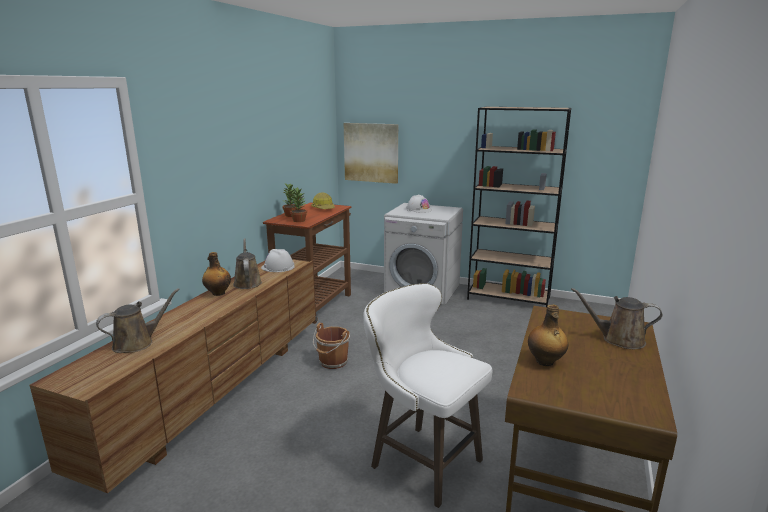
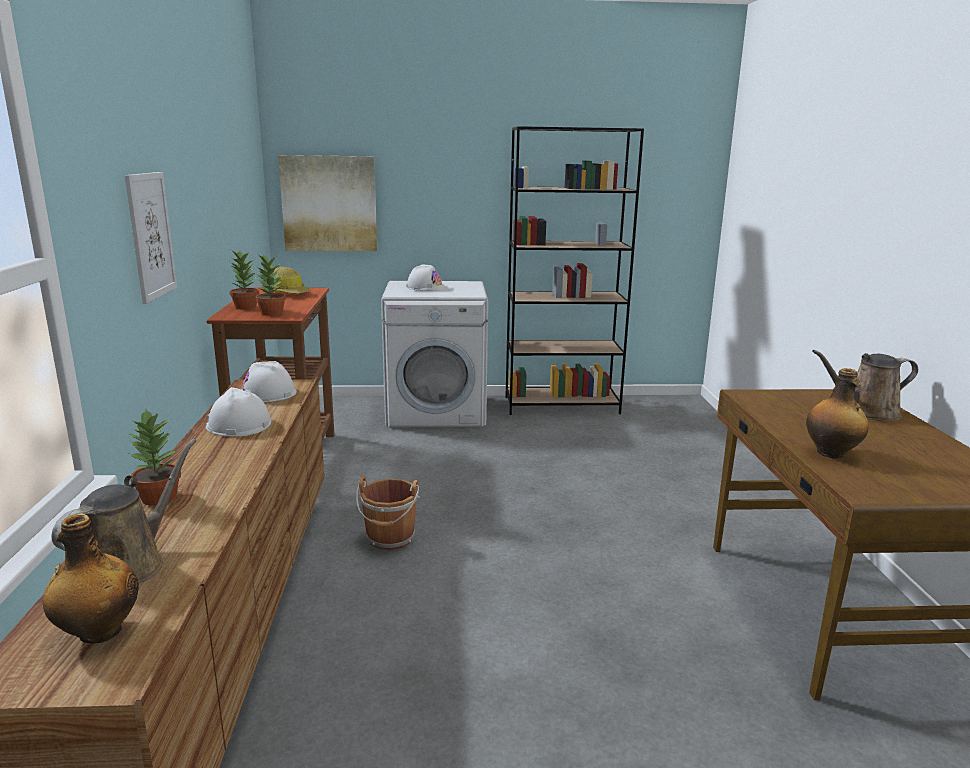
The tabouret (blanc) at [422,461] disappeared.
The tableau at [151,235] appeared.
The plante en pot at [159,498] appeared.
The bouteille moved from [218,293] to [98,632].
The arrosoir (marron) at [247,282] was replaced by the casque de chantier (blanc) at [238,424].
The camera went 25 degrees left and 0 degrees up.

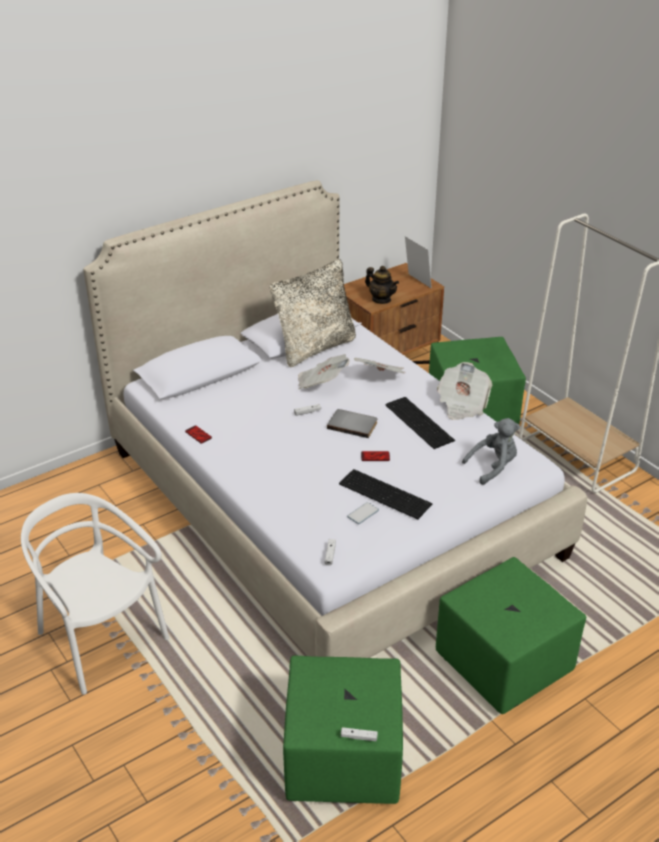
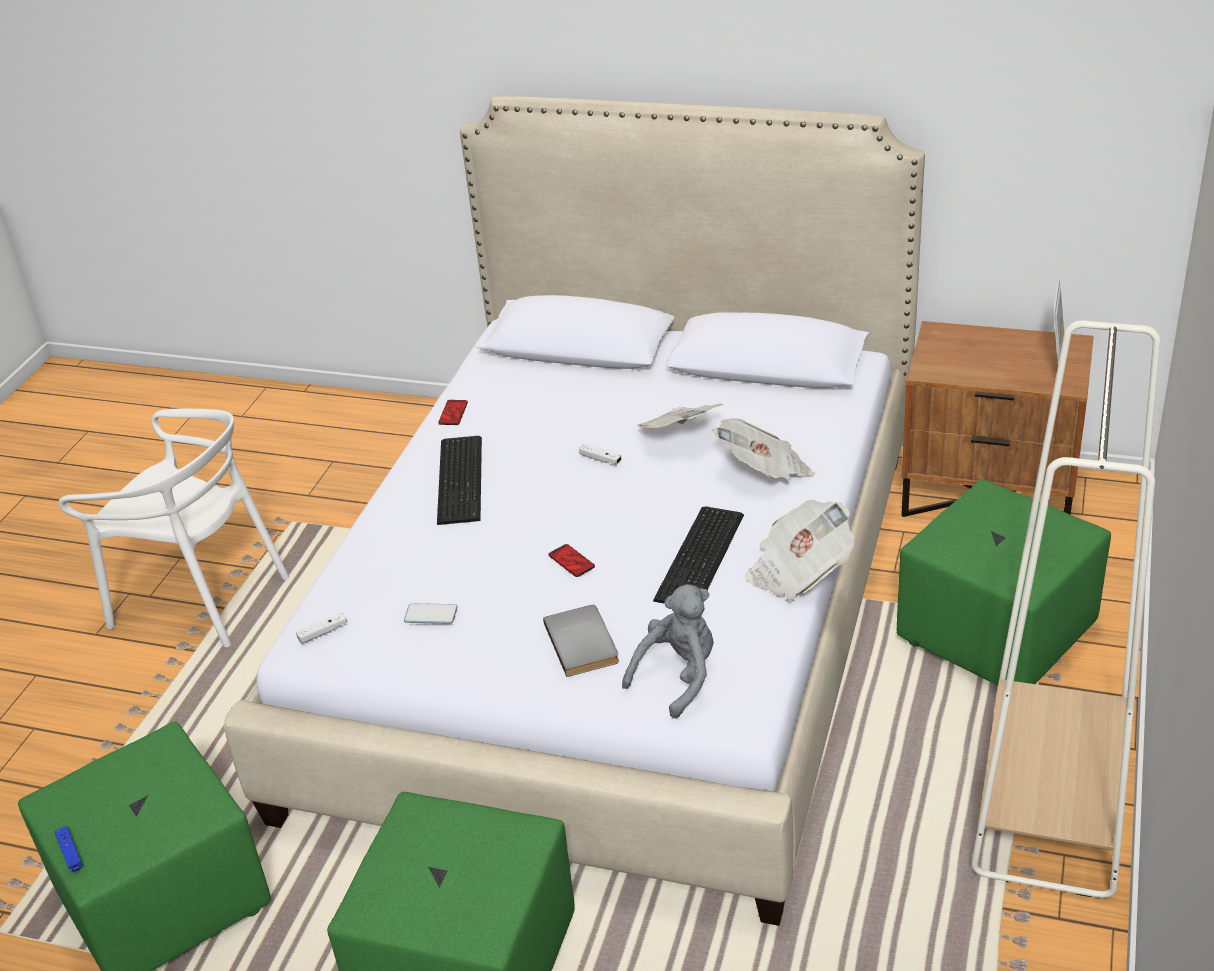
The coussin (beige) at [316,349] disappeared.
The théière at [381,299] disappeared.
The livre (gris) moved from [353,424] to [584,642].
The clavier moved from [385,492] to [462,478].
The manette (blanc) at [359,737] became the manette (bleu) at [70,853].
The chaise (blanc) at [100,640] turned 105 degrees clockwise.
The peluche (gris) at [493,467] turned 75 degrees counterclockwise.
The camera went 55 degrees right and 0 degrees up.

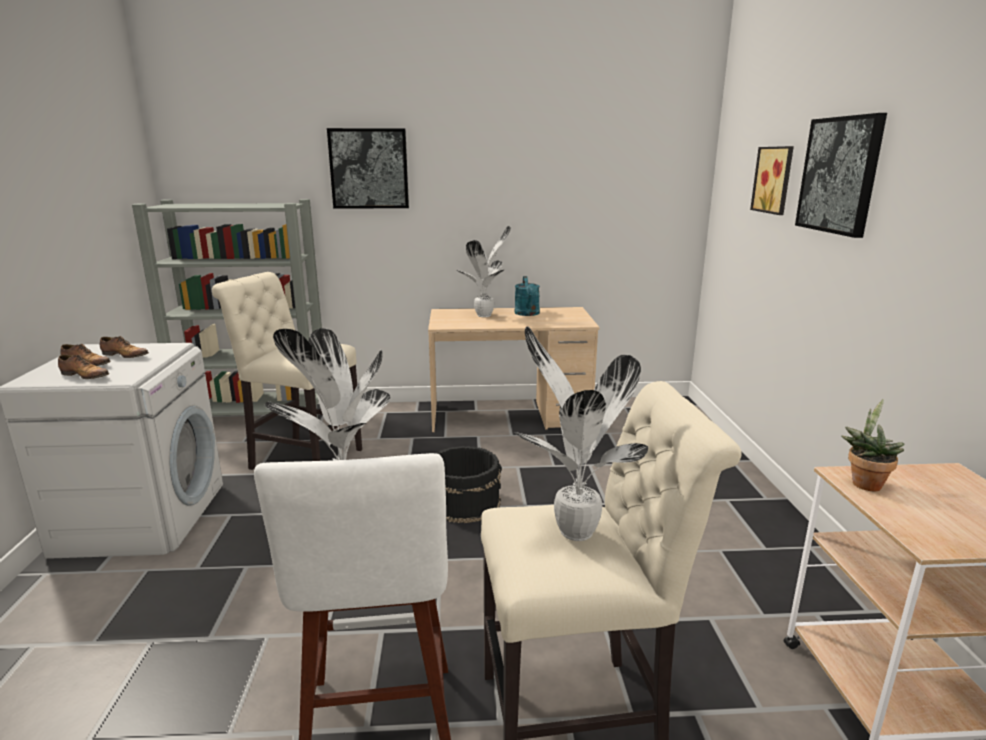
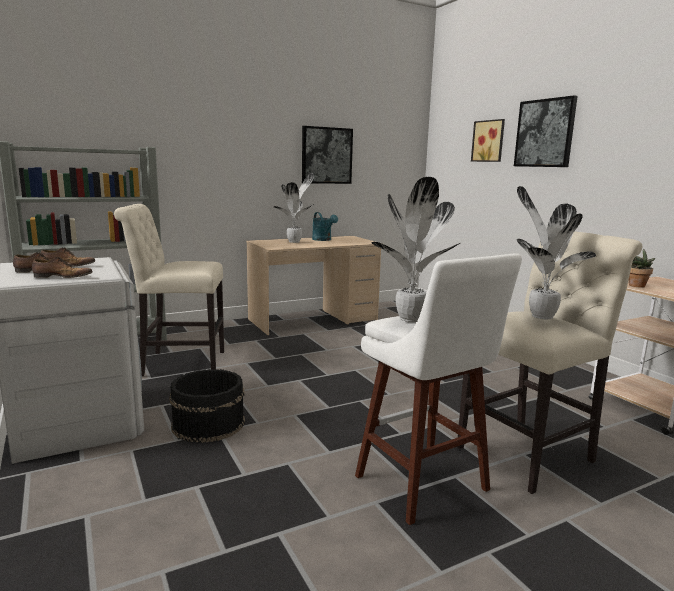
The tableau moved from [369,169] to [326,155].
The seau (noir) moved from [463,502] to [208,423].
The camera went 25 degrees left and 5 degrees down.

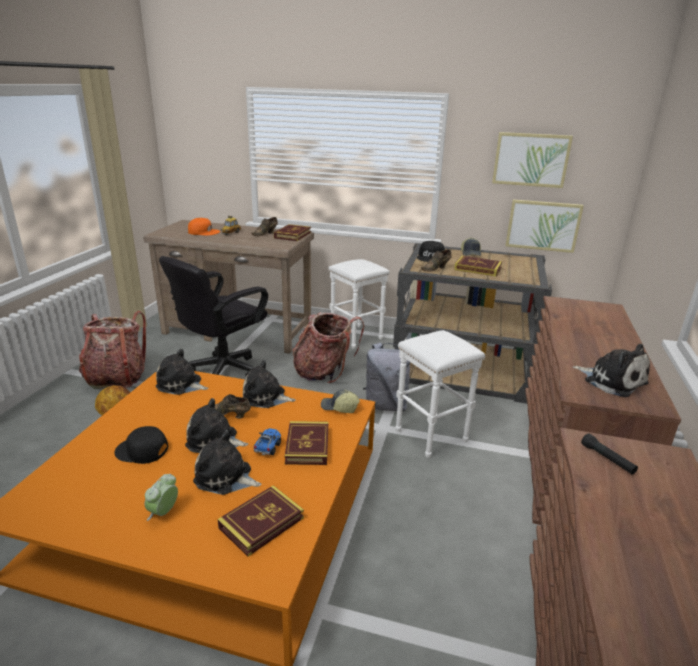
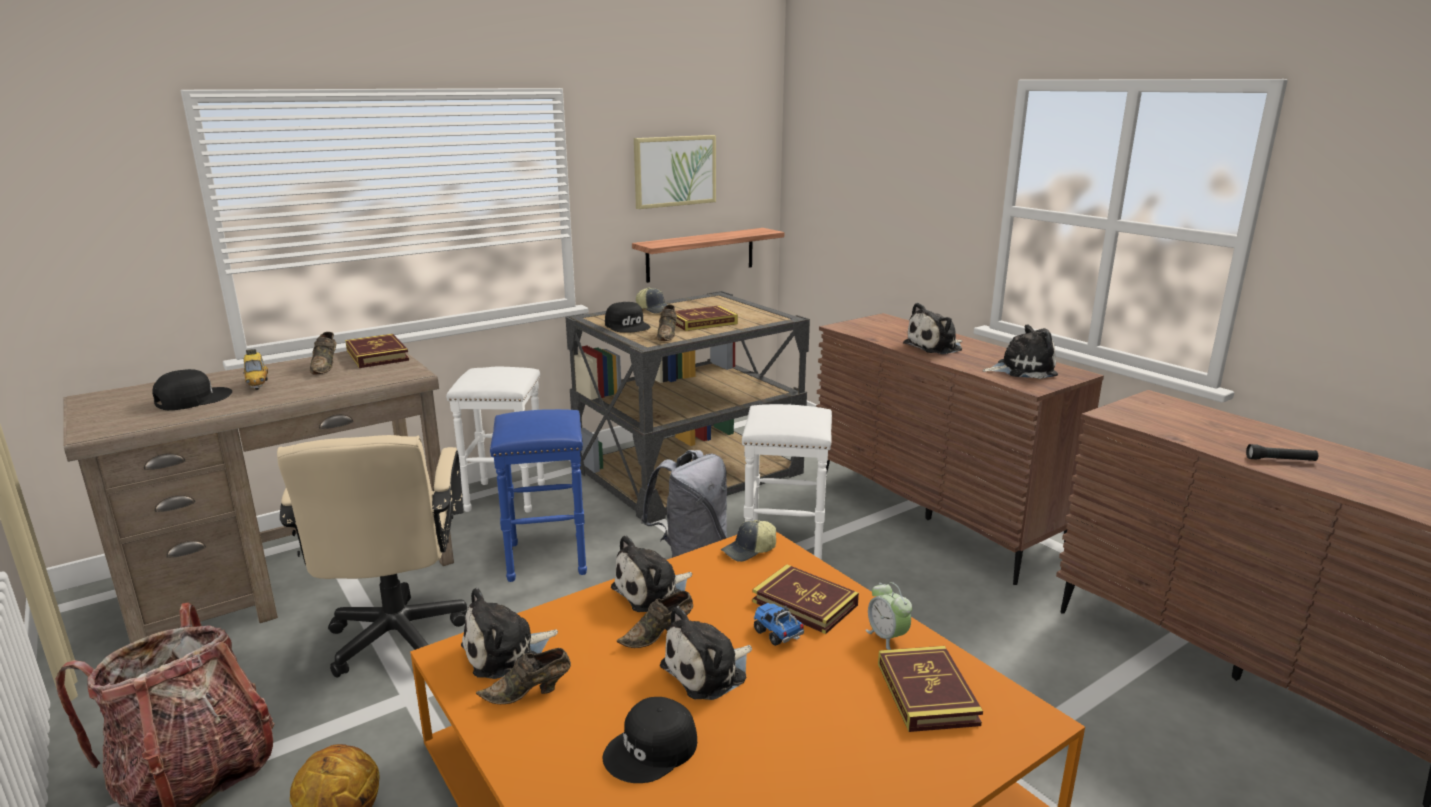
The chaussure (marron) at [529,693] appeared.
The réveil moved from [164,512] to [887,637].
The peluche moved from [226,477] to [936,347].
The lampe de poche (noir) moved from [607,459] to [1280,460].
The sac à dos at [324,372] was replaced by the tabouret (bleu) at [549,557].
The tableau at [543,225] was replaced by the étagère at [700,254].
The chaise de bureau (noir) at [222,372] became the chaise de bureau (beige) at [397,644].
The casquette (orange) at [204,232] became the casquette (noir) at [192,399].
The camera went 50 degrees left and 5 degrees down.

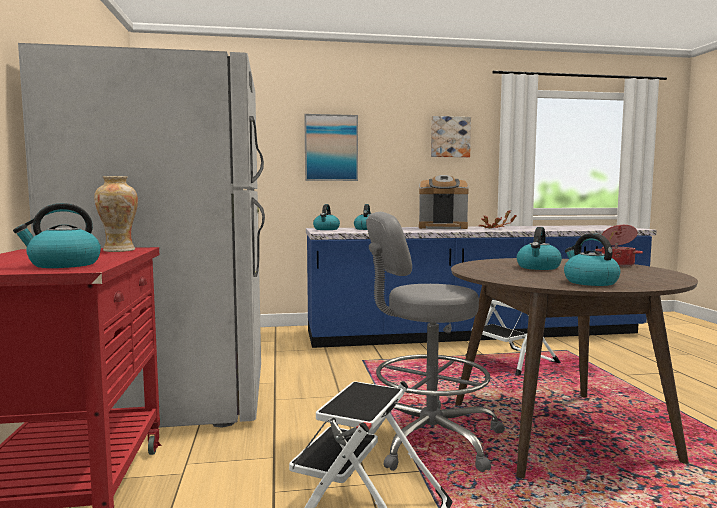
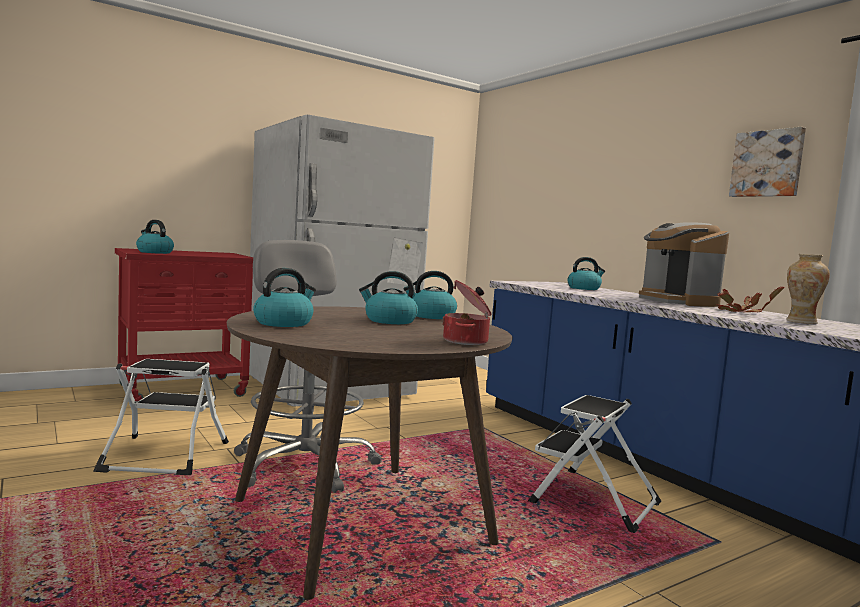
The tableau at [331,148] disappeared.
The vase moved from [119,250] to [801,322].
The bouilloire moved from [326,229] to [431,316].
The camera went 65 degrees right and 0 degrees up.

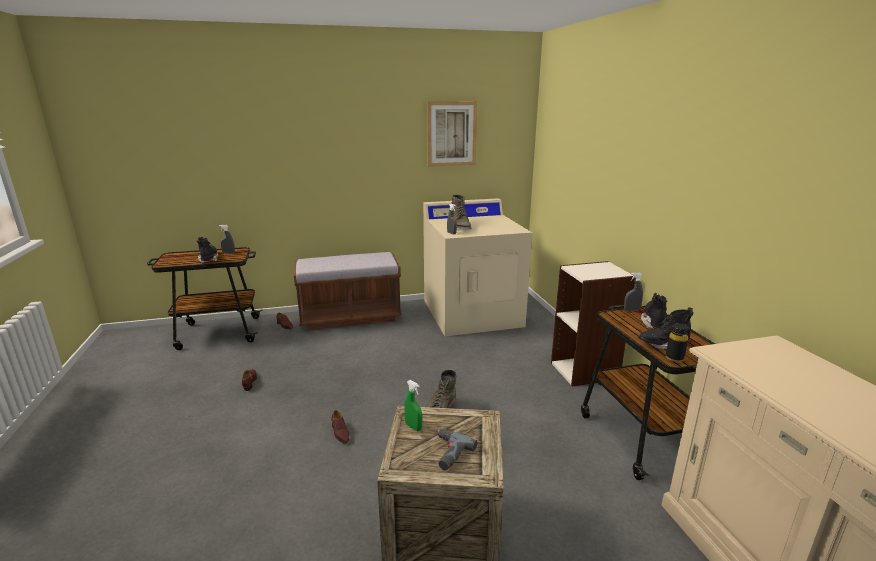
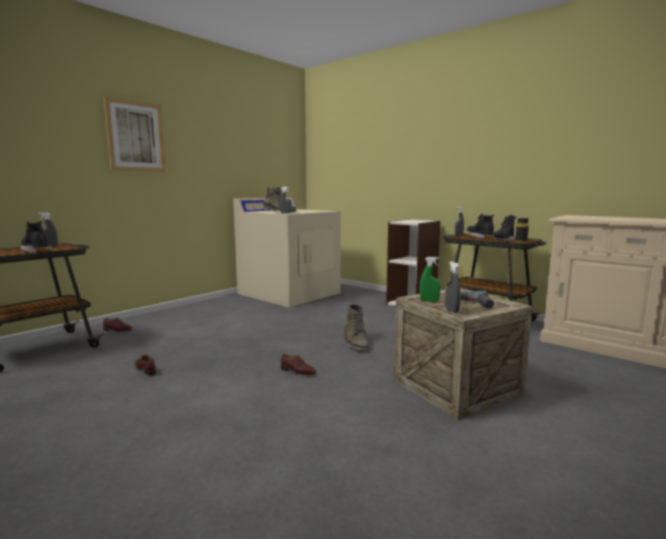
The banc (marron) at [350,317] disappeared.
The vaporisateur (gris) at [451,310] appeared.
The tableau moved from [451,134] to [135,136].
The camera went 35 degrees left and 10 degrees down.

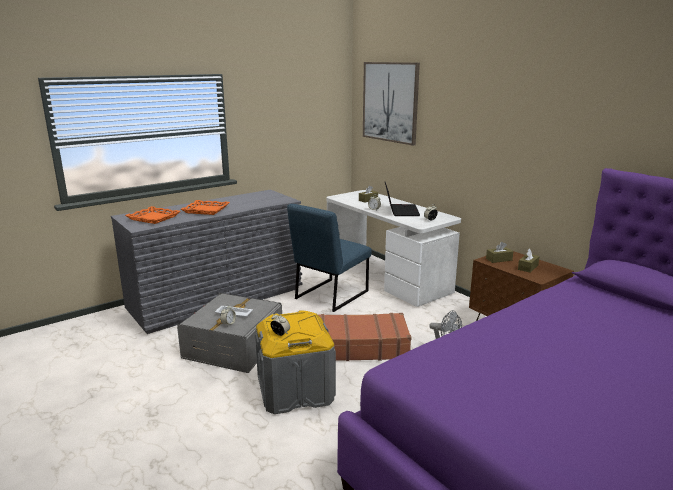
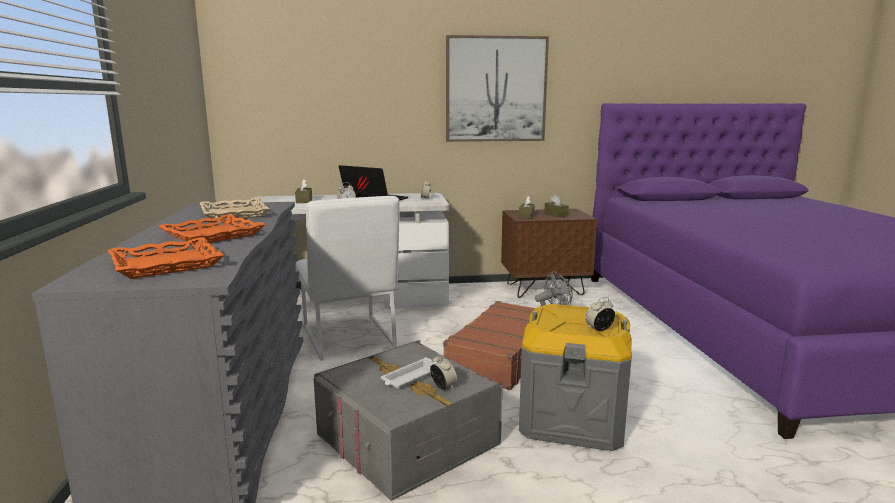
The plateau (beige) at [233,214] appeared.
The tableau moved from [390,102] to [496,89].
The chaise (bleu) at [330,295] became the chaise (blanc) at [348,338].
The camera went 60 degrees left and 5 degrees down.

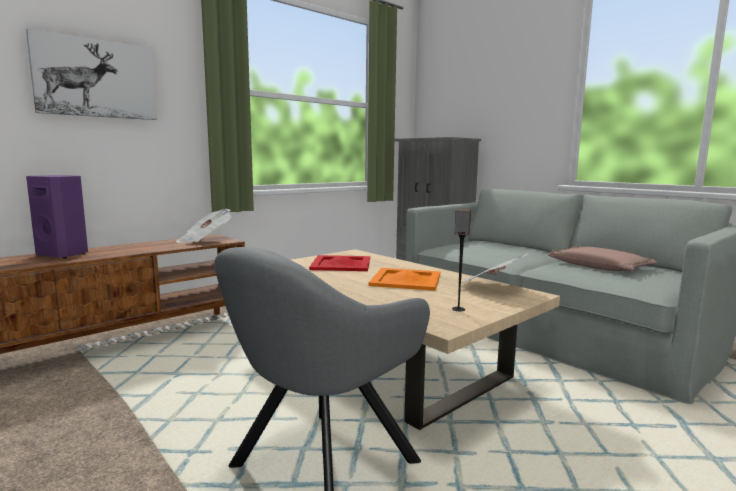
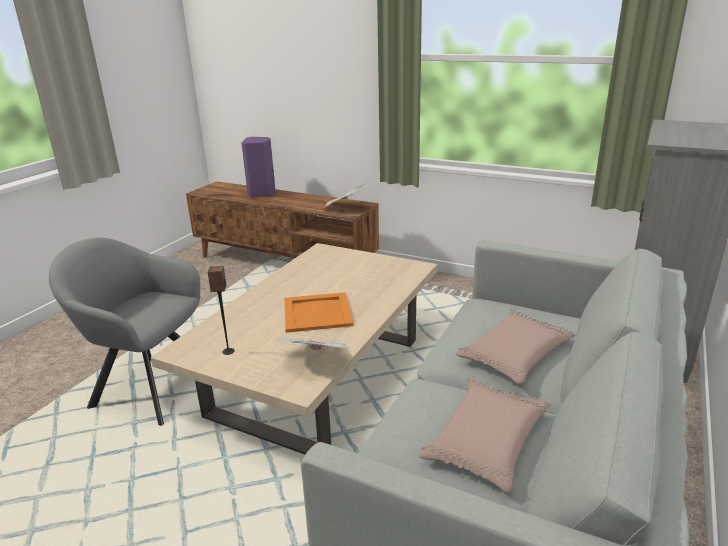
The tableau at [96,78] disappeared.
The plateau (rouge) at [340,264] disappeared.
The coussin (beige) at [515,352] appeared.
The camera went 70 degrees right and 15 degrees up.

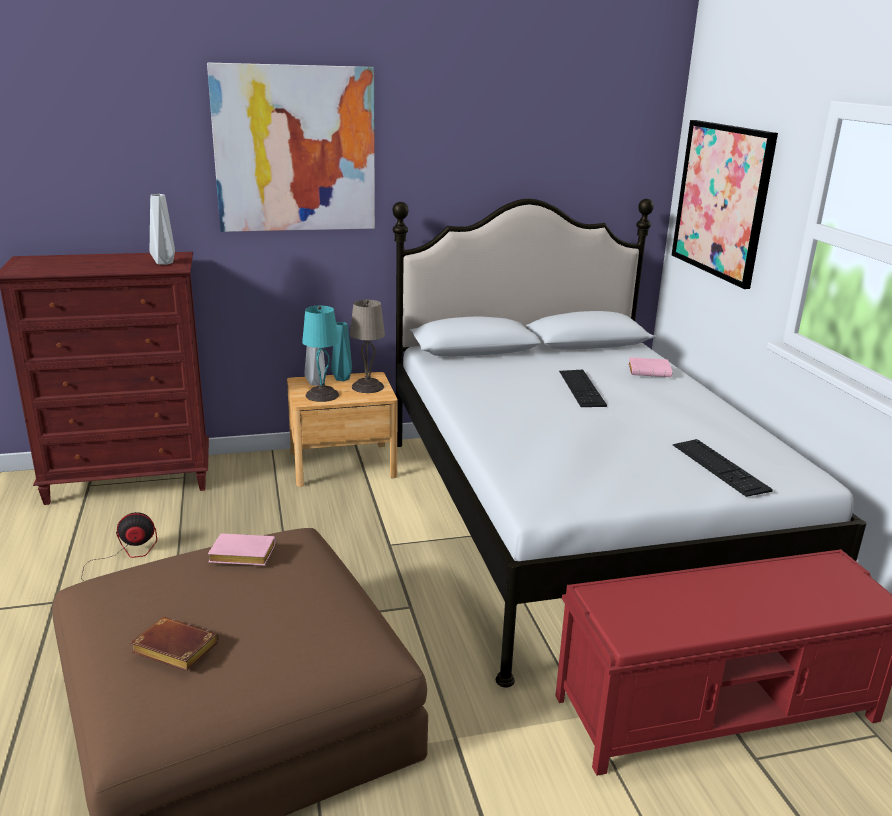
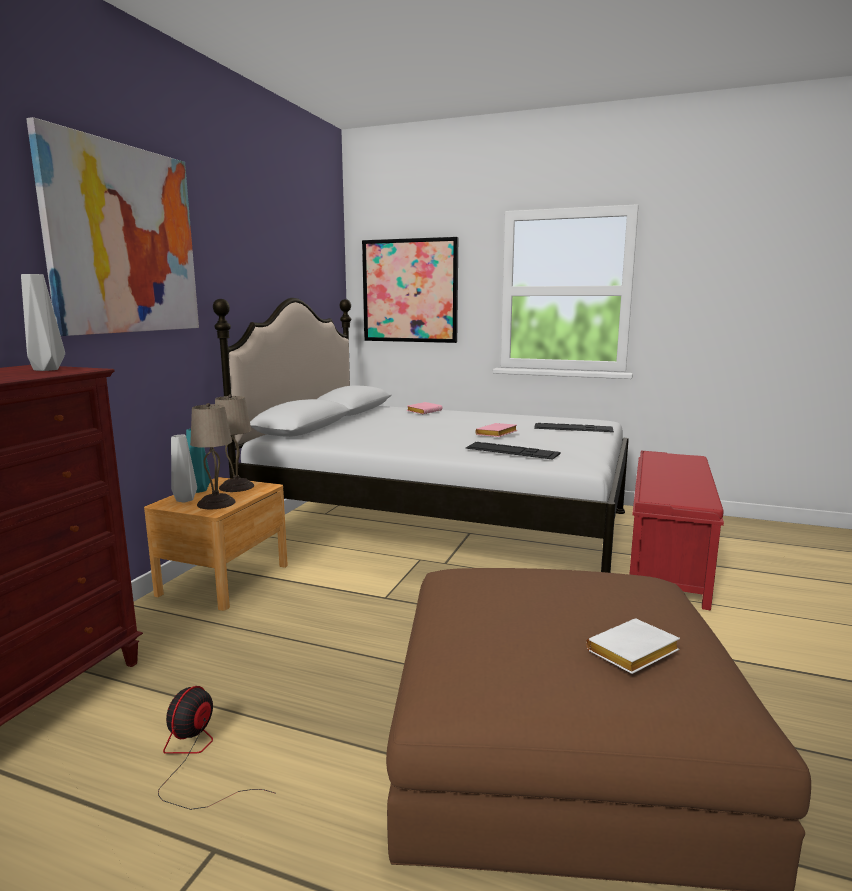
The livre (rose) moved from [240,555] to [497,434].
The clavier moved from [581,388] to [512,451].
The livre (marron) at [172,650] became the livre (blanc) at [632,654].
The lampe de table (turquoise) at [322,395] became the lampe de table (beige) at [216,503].
The camera went 55 degrees left and 10 degrees down.

